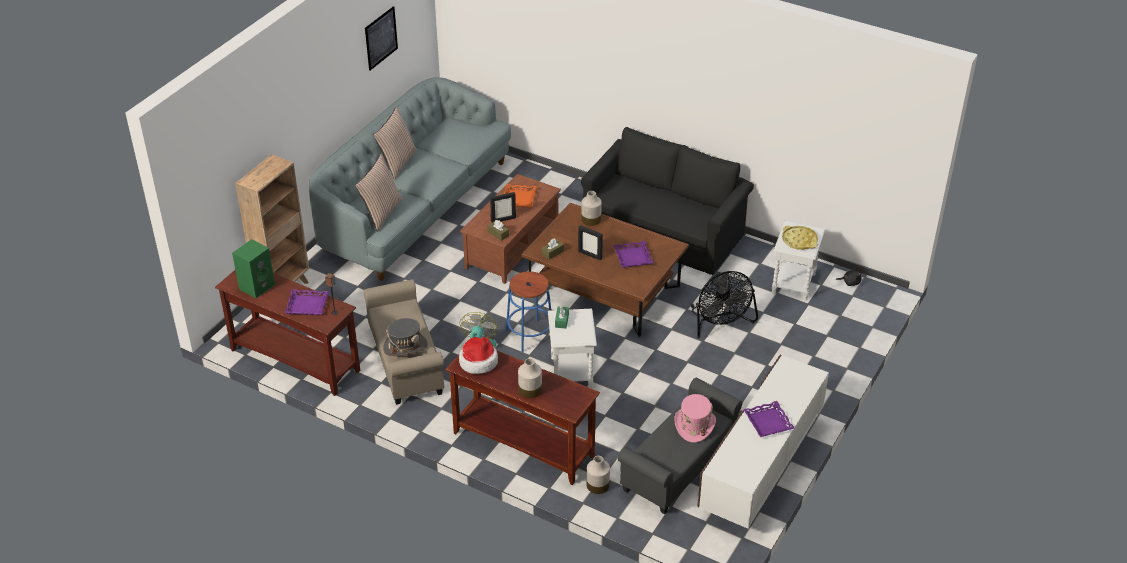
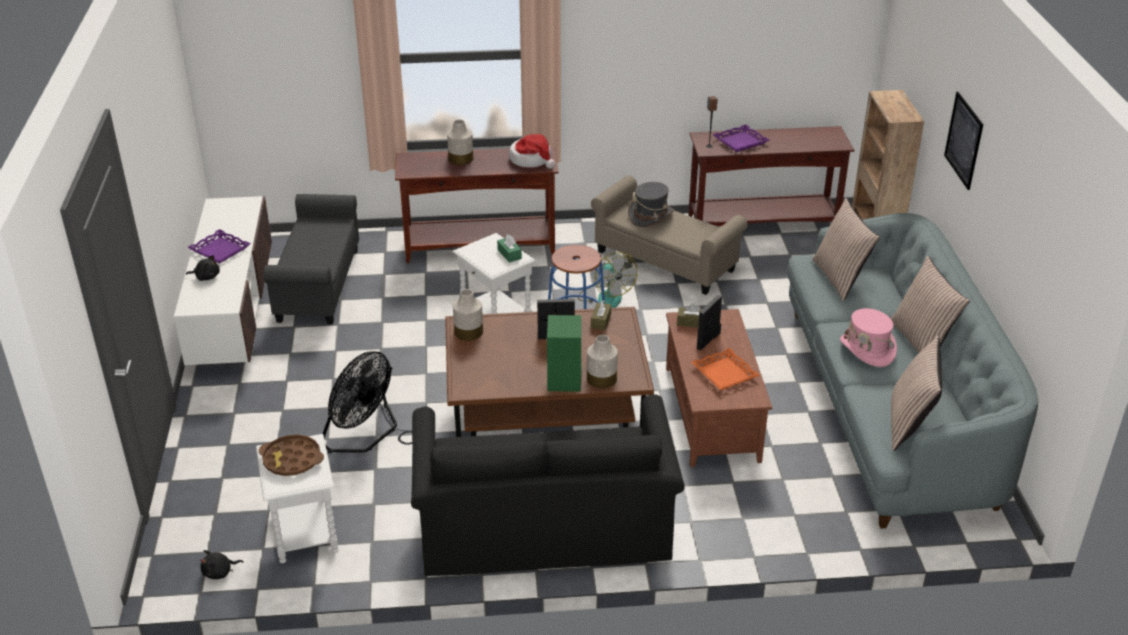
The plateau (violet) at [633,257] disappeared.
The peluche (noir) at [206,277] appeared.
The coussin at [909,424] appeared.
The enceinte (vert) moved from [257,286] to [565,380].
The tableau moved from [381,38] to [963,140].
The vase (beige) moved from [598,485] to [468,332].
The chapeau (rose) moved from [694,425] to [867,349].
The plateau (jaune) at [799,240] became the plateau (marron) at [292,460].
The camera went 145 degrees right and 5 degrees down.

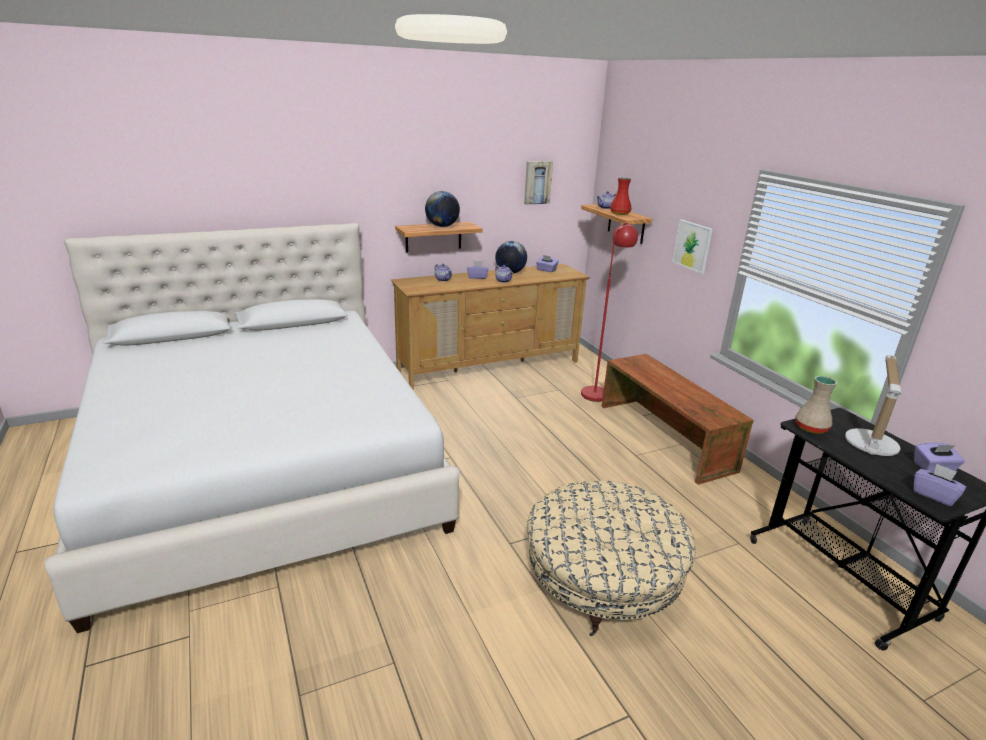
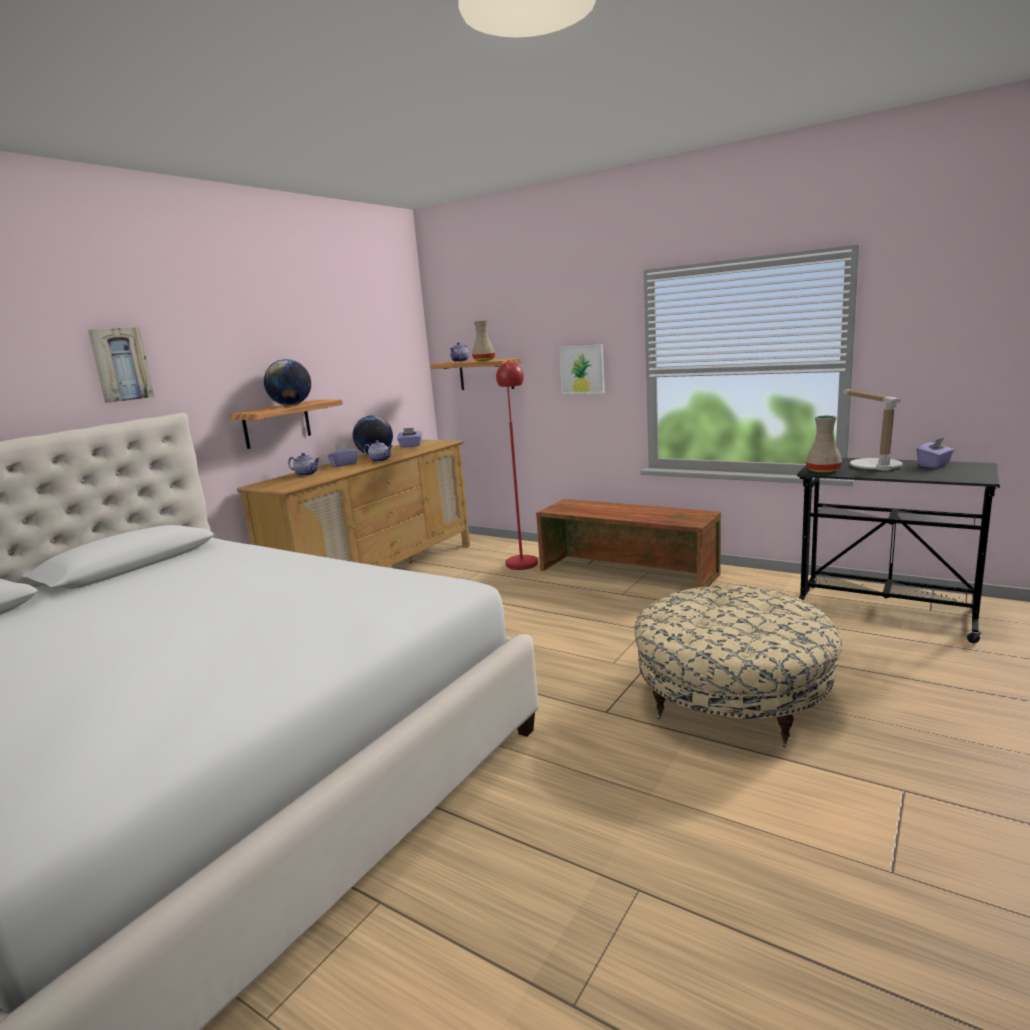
The boîte à mouchoirs (violet) at [934,495] disappeared.
The tableau moved from [537,182] to [120,364].
The vase (rouge) at [620,214] became the vase (beige) at [484,360].
The camera went 30 degrees left and 10 degrees down.

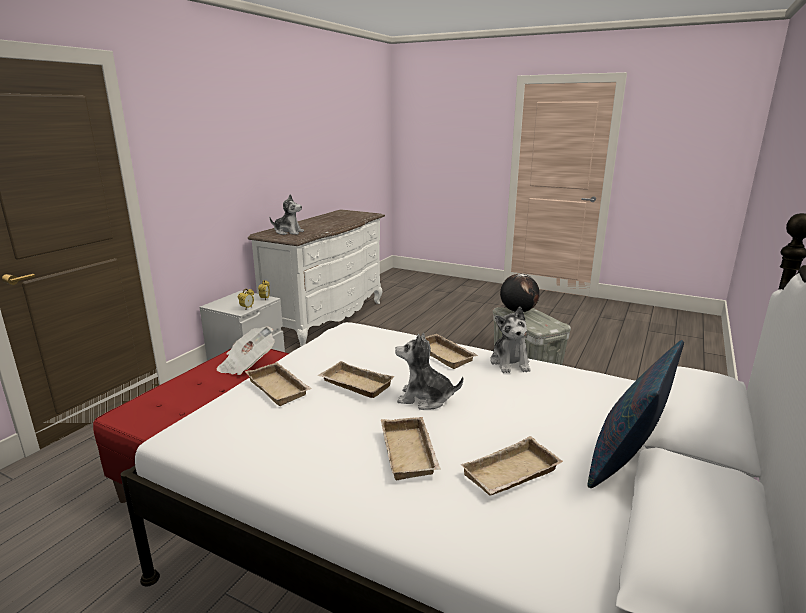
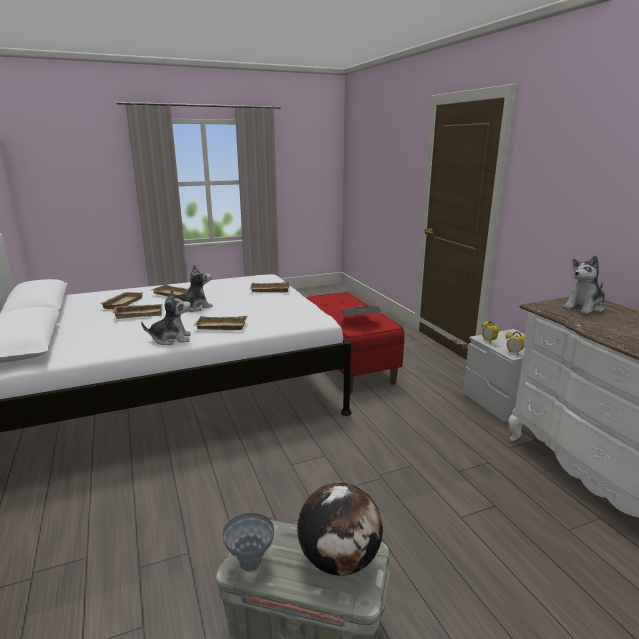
The coussin (bleu) at [625,462] disappeared.
The vase (gris) at [250,564] appeared.
The plateau (beige) moved from [354,385] to [140,313].
The peluche at [510,363] turned 135 degrees clockwise.
The camera went 130 degrees right and 0 degrees up.

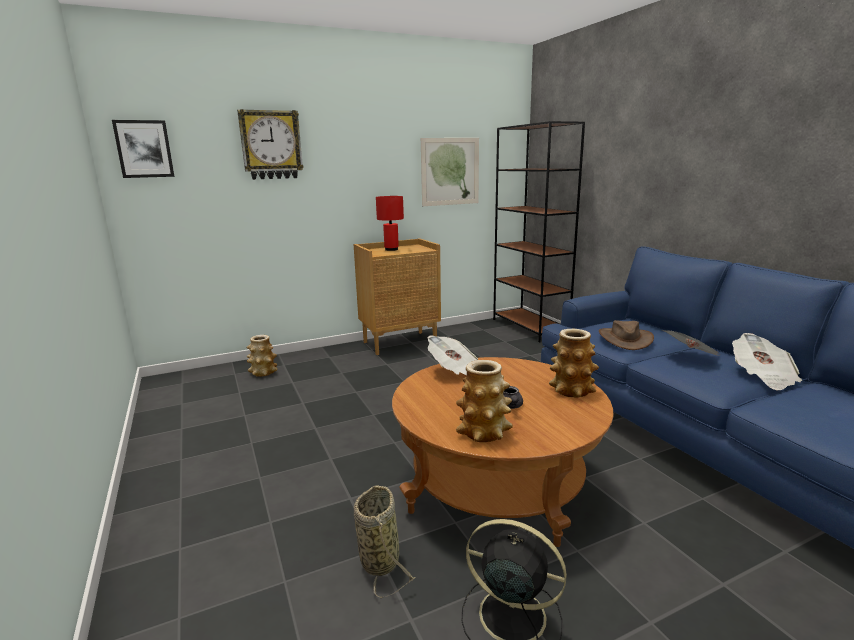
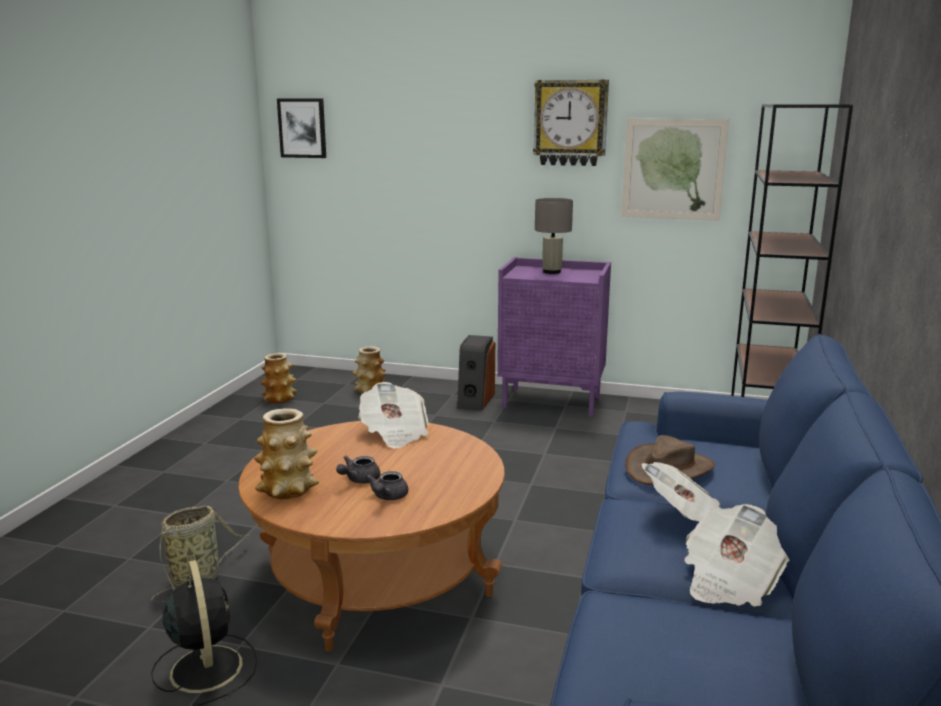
The théière (gris) at [388,497] appeared.
The enceinte at [475,400] appeared.
The horloge murale moved from [271,145] to [570,123].
The vase moved from [571,390] to [279,399].
The meuble de rangement (marron) at [400,343] became the meuble de rangement (violet) at [552,402].
The lampe de table (rouge) at [392,249] became the lampe de table (gris) at [552,272].
The camera went 40 degrees right and 0 degrees up.

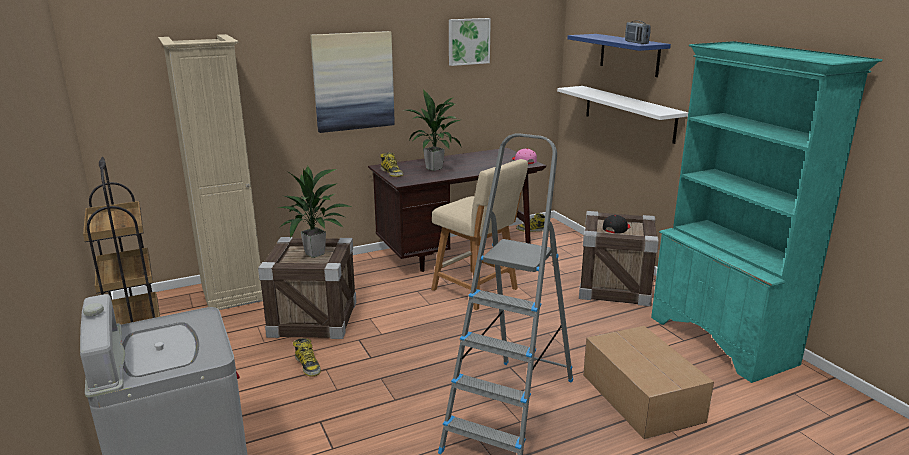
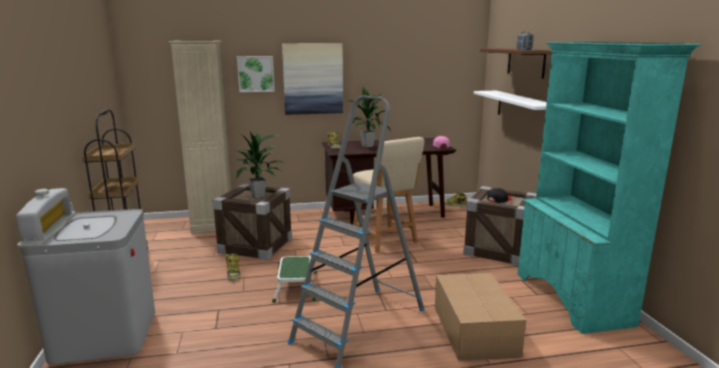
The escabeau (vert) at [296,287] appeared.
The tableau moved from [468,41] to [256,73].
The étagère (bleu) at [629,54] became the étagère (marron) at [526,62].
The camera went 15 degrees right and 5 degrees down.

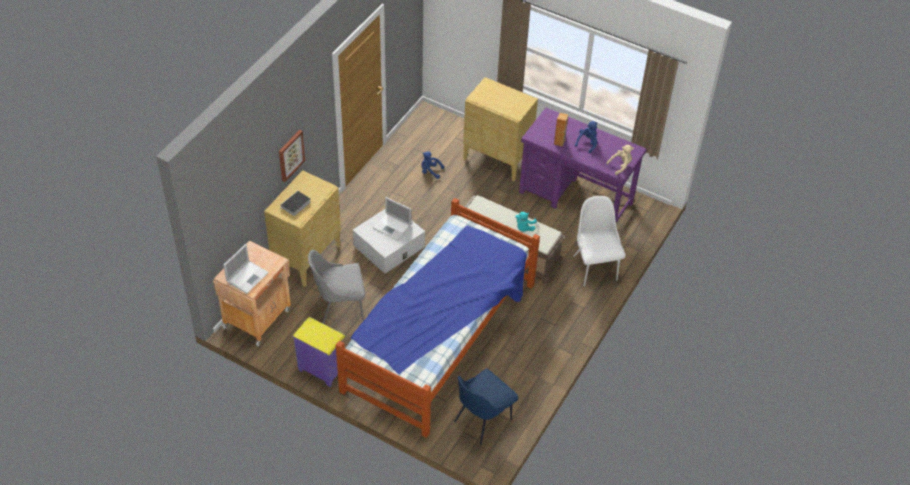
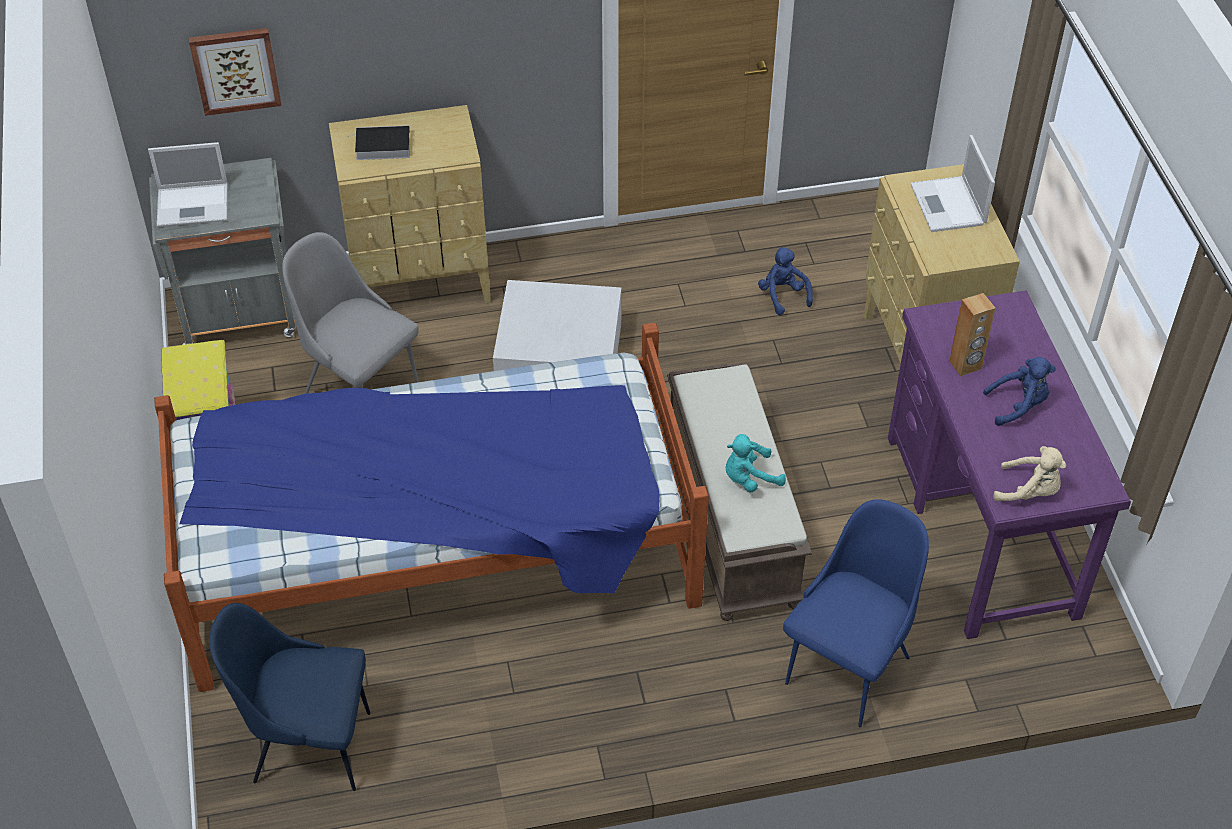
The tableau moved from [290,155] to [235,70].
The ordinateur portable moved from [392,227] to [948,206].
The chariot (marron) at [257,317] became the chariot (gris) at [240,313].
The chaise (blanc) at [594,268] became the chaise (bleu) at [847,669].
The camera went 50 degrees right and 0 degrees up.

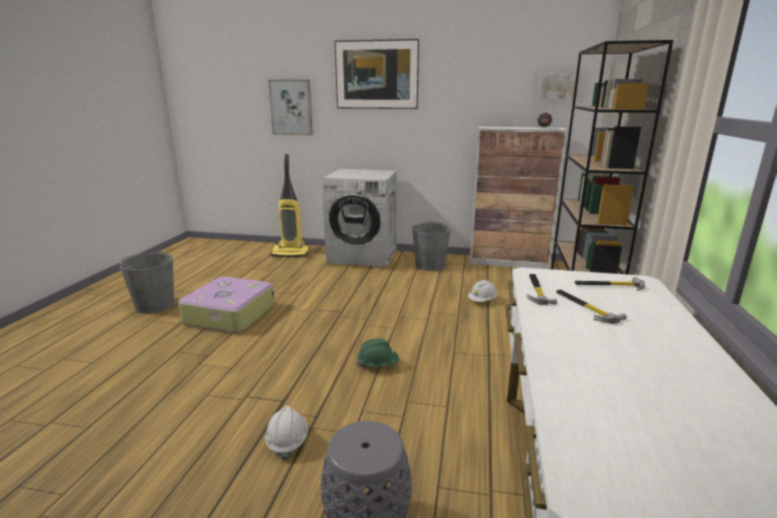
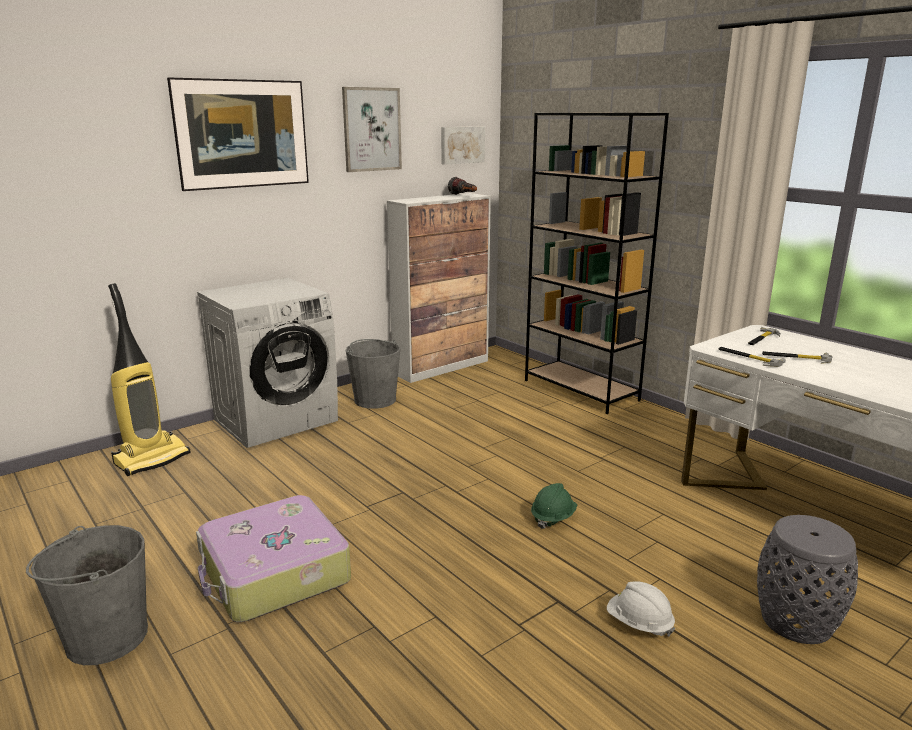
The casque de chantier (blanc) at [482,301] disappeared.
The tableau moved from [291,107] to [371,129].
The camera went 50 degrees left and 0 degrees up.

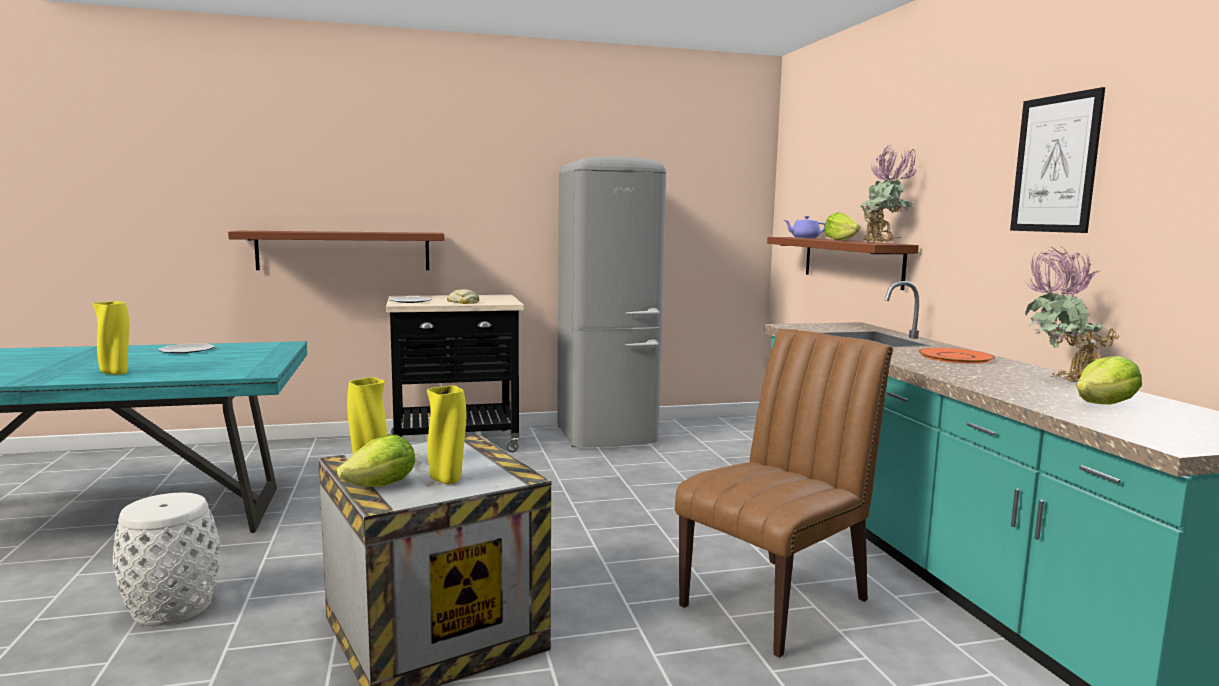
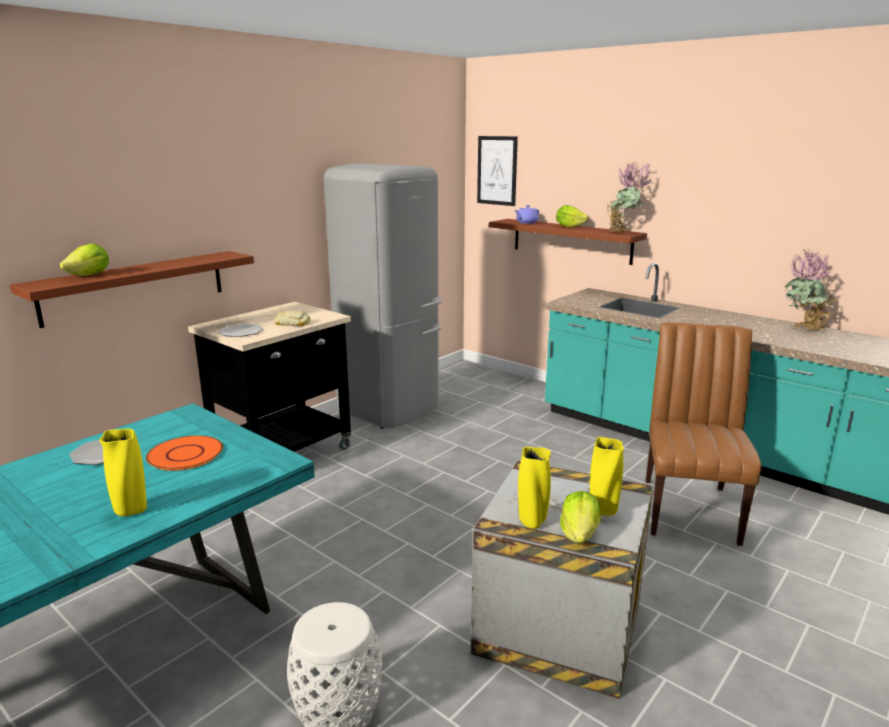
The assiette (orange) moved from [956,357] to [186,454].
The tableau moved from [1055,164] to [497,170].
The laitue moved from [1105,404] to [89,275].
The camera went 35 degrees left and 10 degrees up.

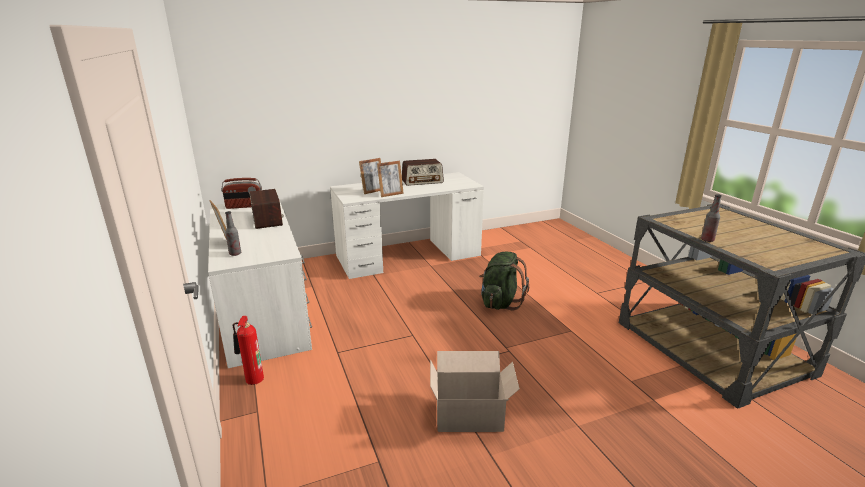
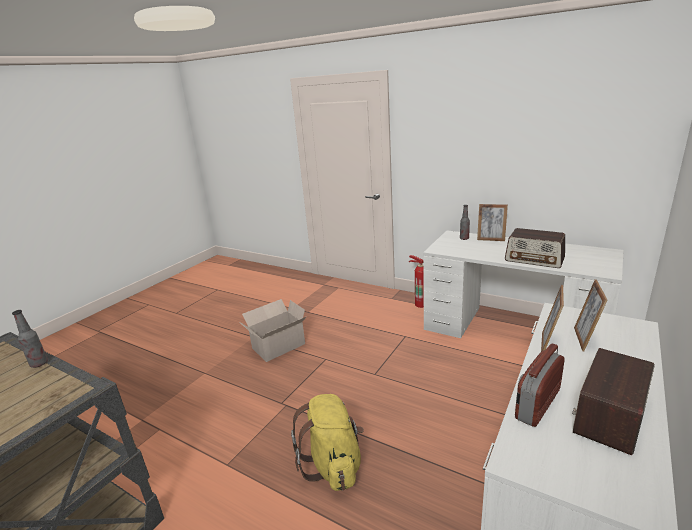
The radio moved from [244,206] to [537,404].
The sac à dos (vert) at [500,302] became the sac à dos (jaune) at [333,465].
The camera went 145 degrees right and 0 degrees up.

